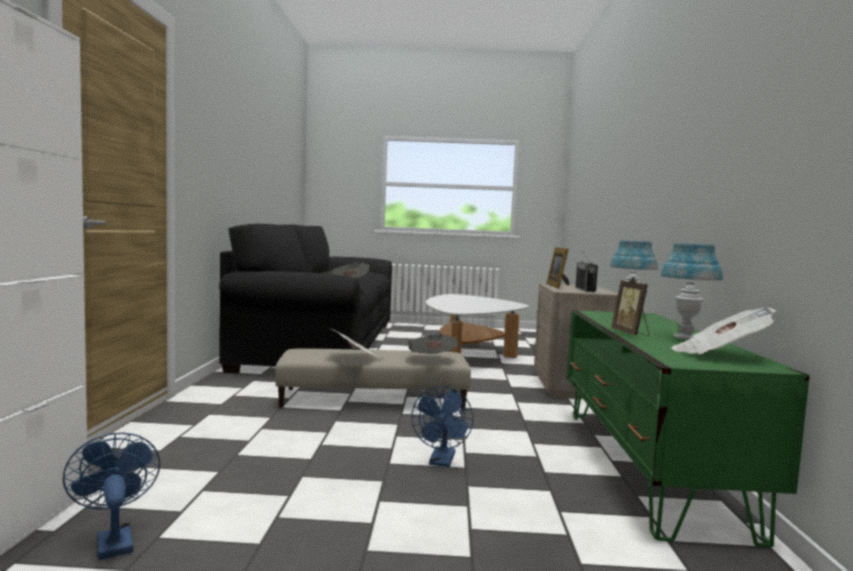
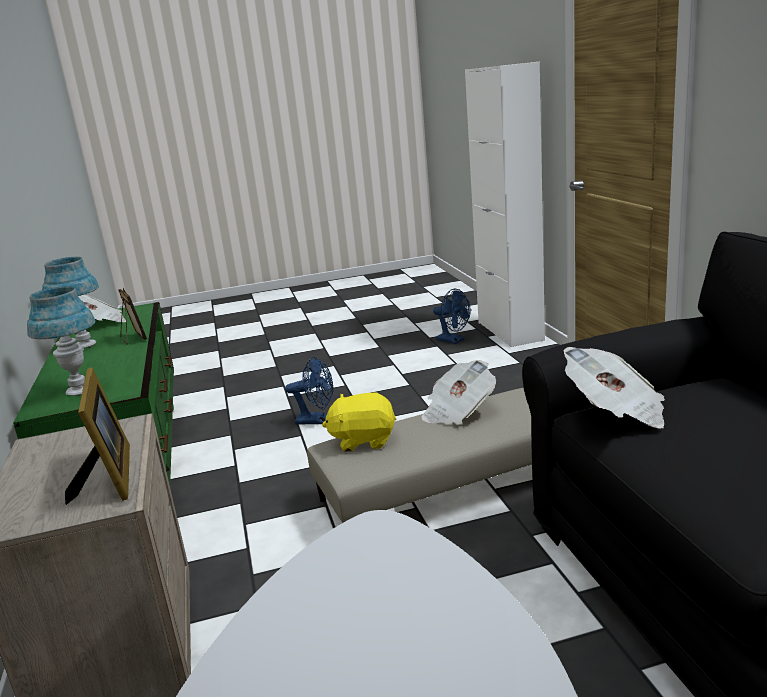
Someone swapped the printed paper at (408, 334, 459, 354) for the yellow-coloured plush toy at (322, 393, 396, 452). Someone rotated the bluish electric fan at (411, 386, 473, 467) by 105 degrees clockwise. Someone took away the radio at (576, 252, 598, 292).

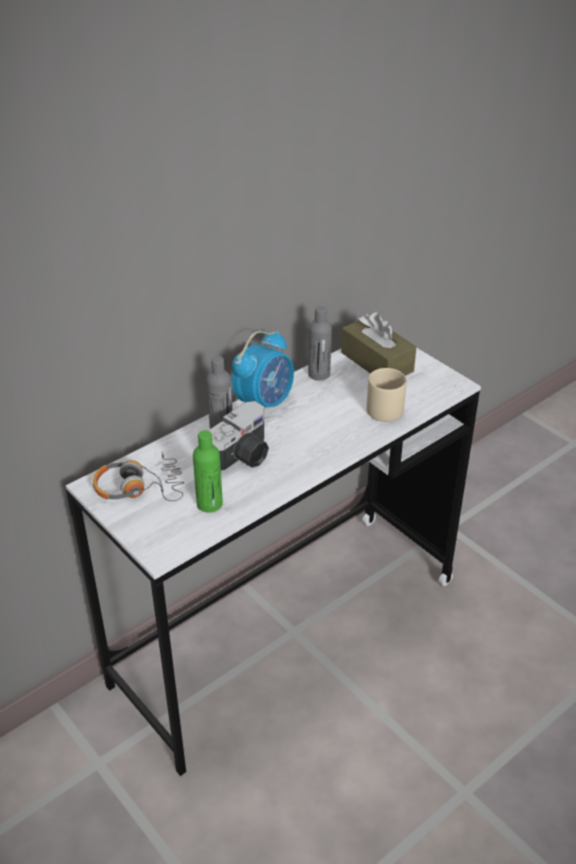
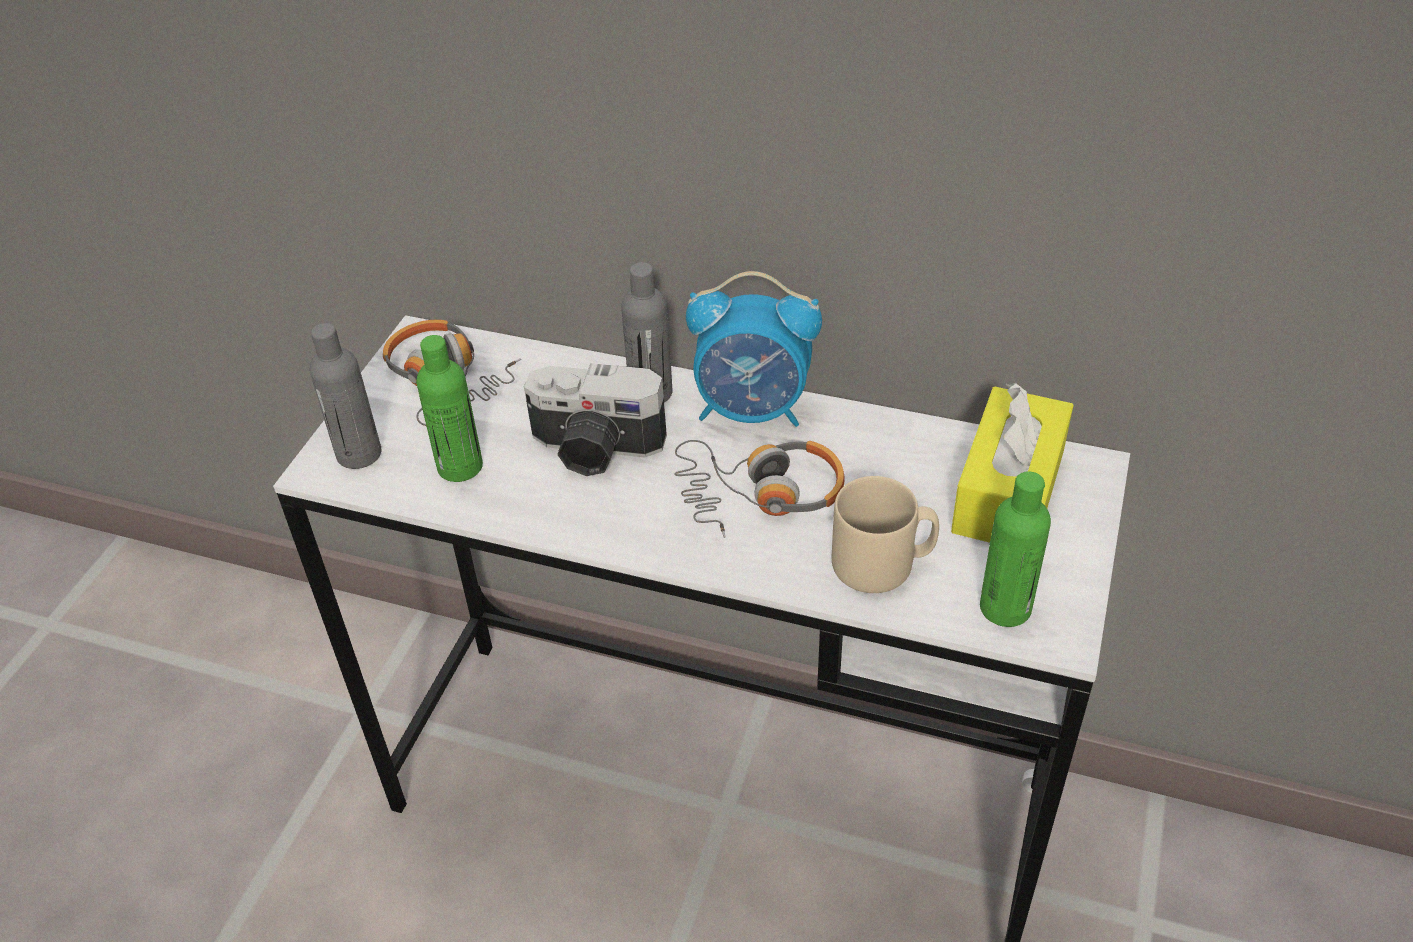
Someone carried the gray bottle from (308, 306, 332, 381) to (310, 323, 382, 469). Someone repainted the brownish tissue box at (341, 312, 416, 376), which became the yellow-coloured tissue box at (951, 383, 1074, 543). Someone put down the headphones at (674, 440, 845, 538). Someone put down the green bottle at (980, 471, 1051, 627).

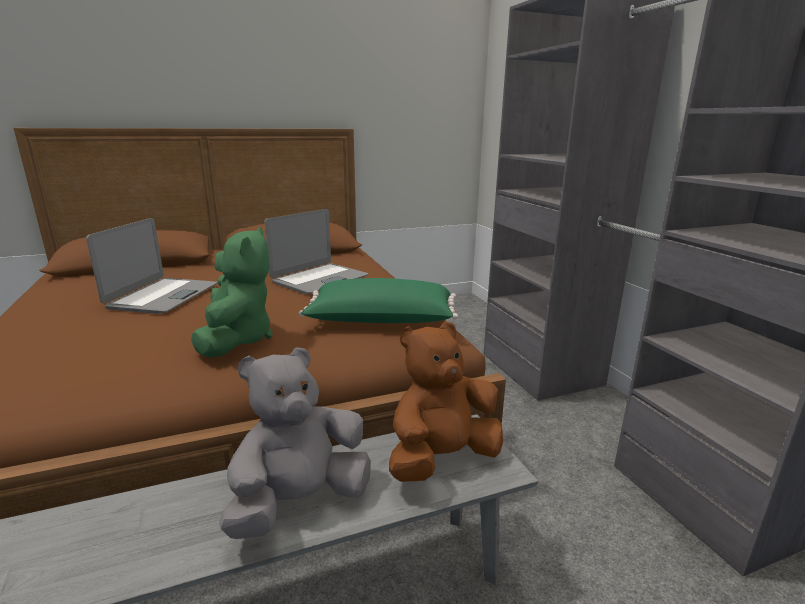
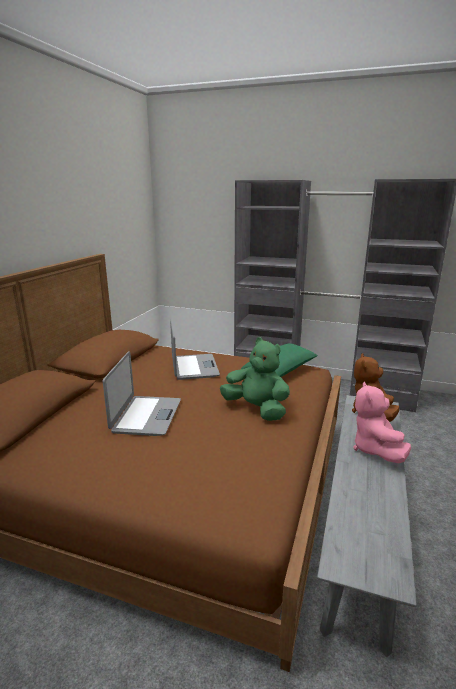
Someone rotated the laptop at (86, 218, 217, 314) by 45 degrees clockwise. Someone repainted the gray plush toy at (219, 347, 371, 539), which became the pink plush toy at (353, 381, 411, 463).

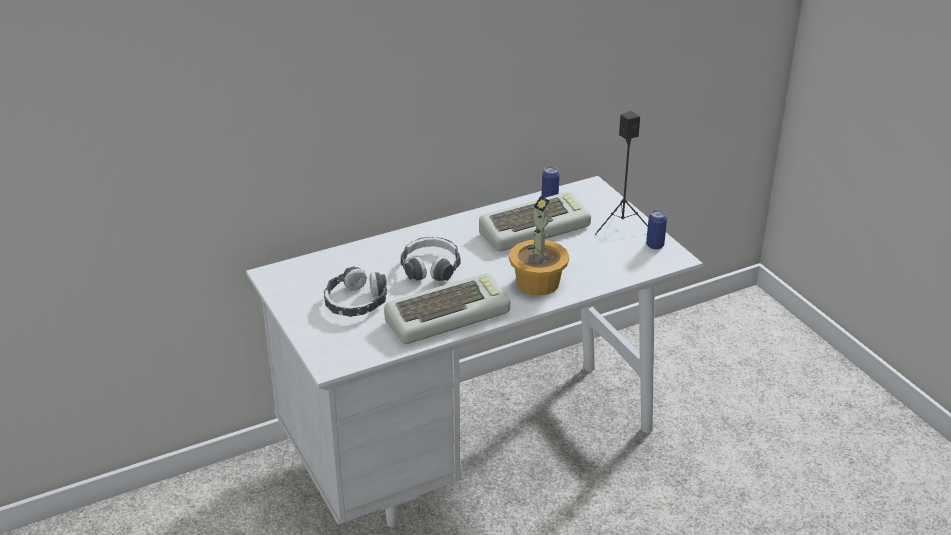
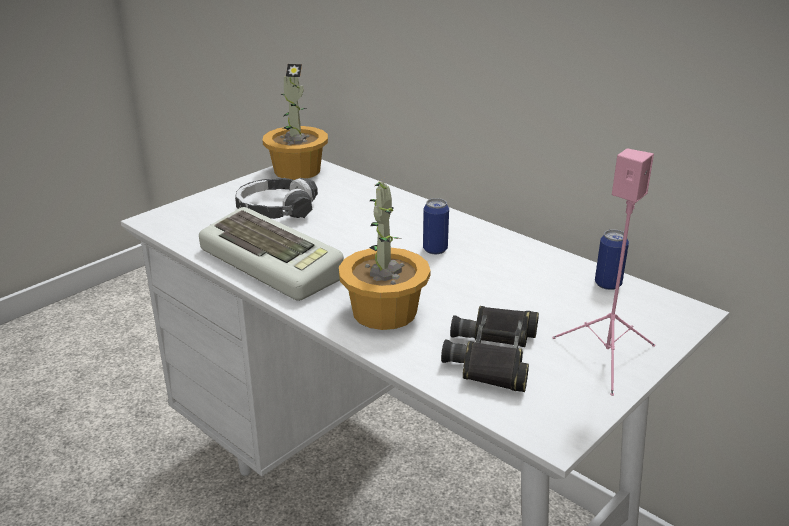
Someone took away the headphones at (401, 237, 461, 281). Someone took away the PC keyboard at (479, 192, 591, 252). Someone repainted the black-coloured loudspeaker at (595, 111, 648, 235), which became the pink loudspeaker at (552, 148, 655, 396). Someone carried the can from (646, 210, 667, 249) to (423, 198, 449, 254). Someone put down the plant in a pot at (262, 64, 328, 180). Someone put down the black-coloured field glasses at (441, 306, 539, 392).

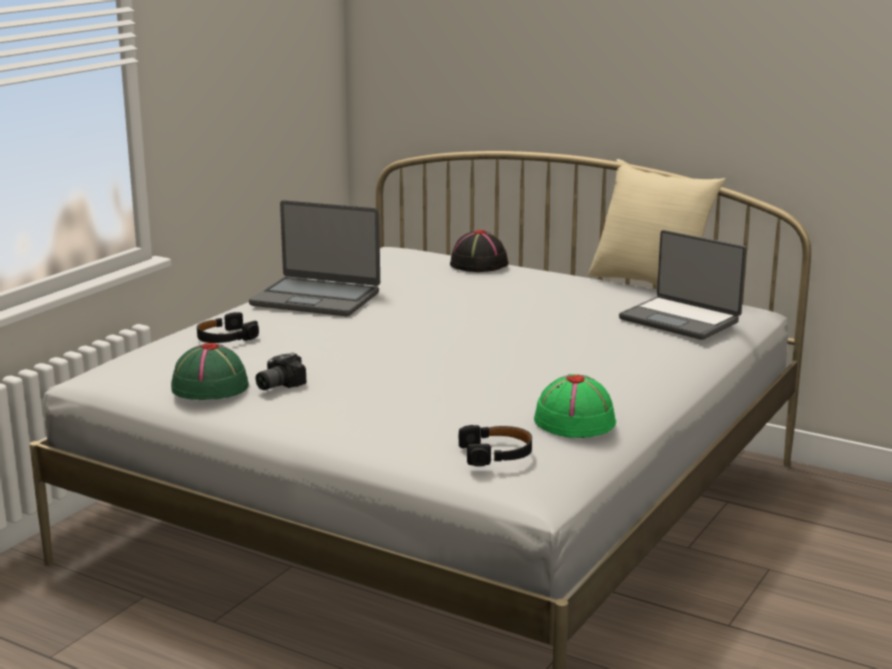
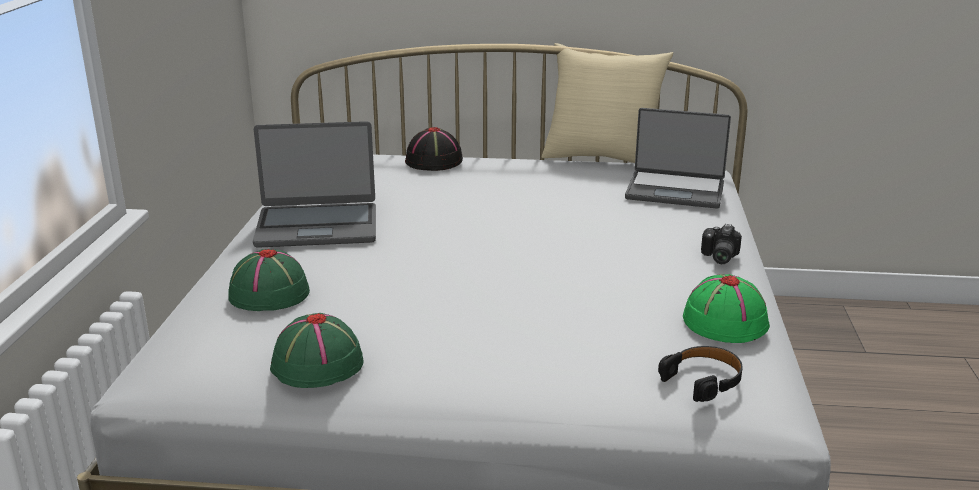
Someone swapped the black-coloured headphones at (197, 312, 259, 343) for the green hat at (228, 249, 310, 311). Someone carried the photo camera from (256, 352, 307, 390) to (701, 224, 742, 264).

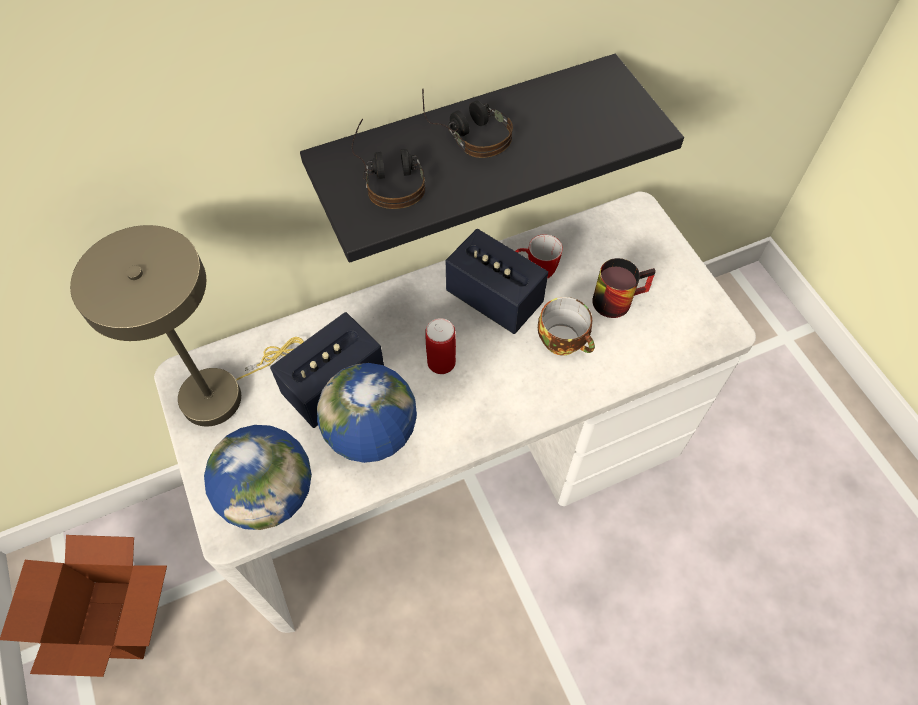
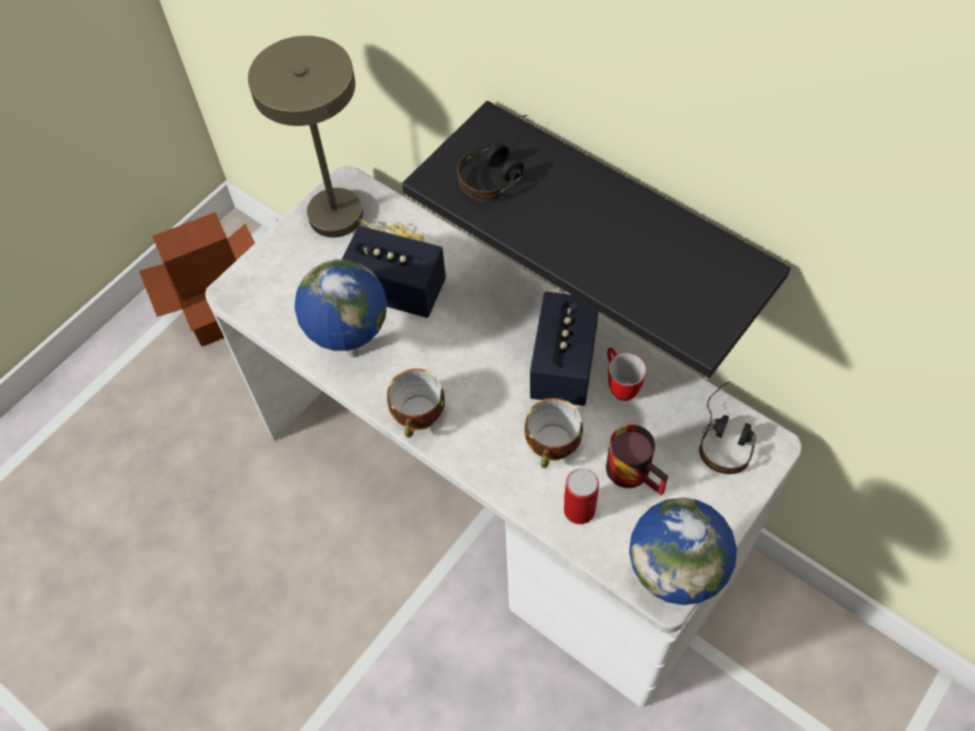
Someone carried the desk globe from (204, 425, 312, 530) to (629, 498, 737, 605). Someone carried the headphones from (422, 89, 513, 158) to (699, 381, 756, 474). Someone carried the can from (425, 318, 456, 374) to (564, 468, 599, 524). Someone put down the drinking cup at (387, 369, 445, 438).

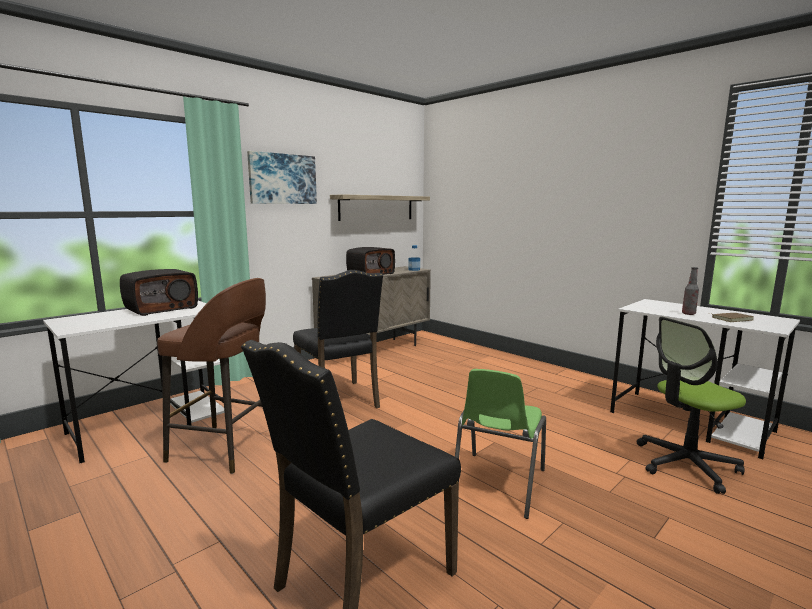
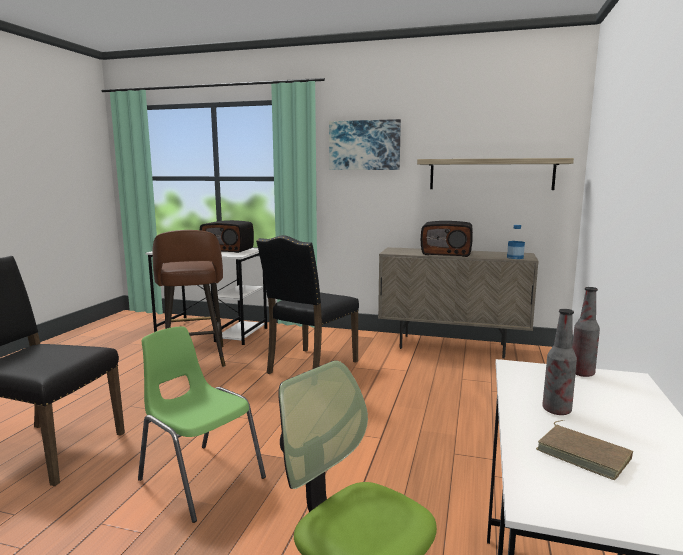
Someone rotated the green upright chair at (455, 369, 546, 519) by 45 degrees clockwise. Someone put down the bottle at (572, 287, 600, 377).

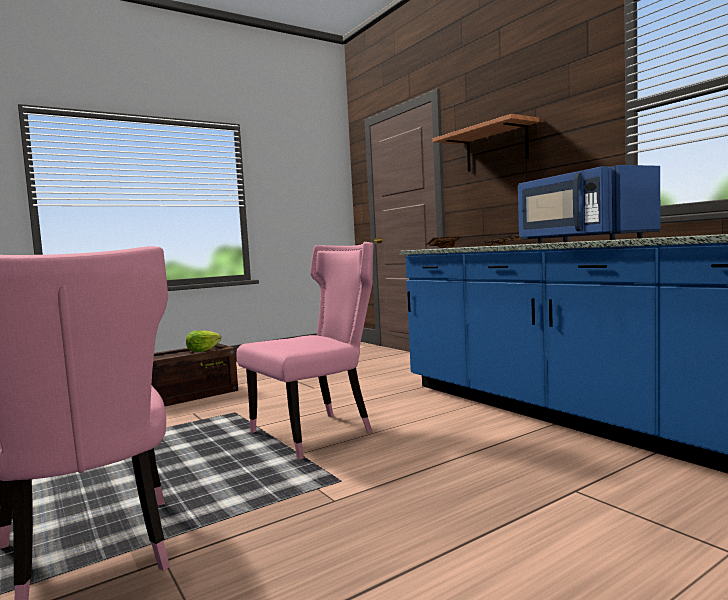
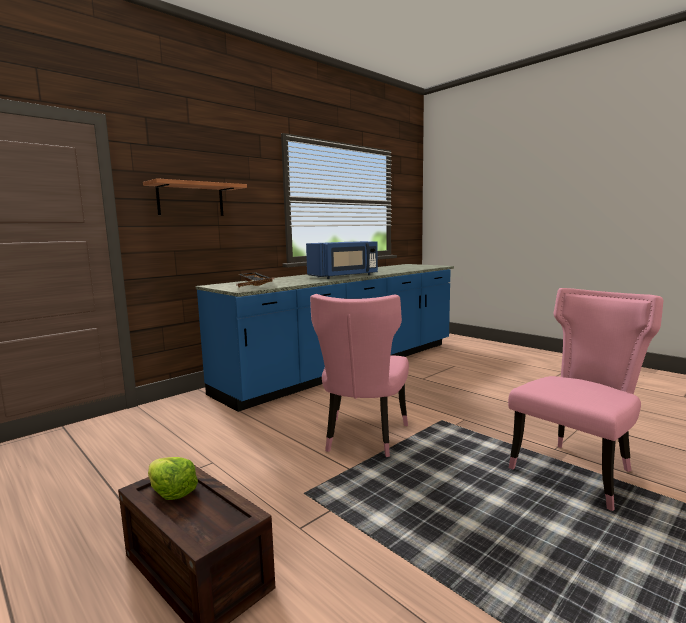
Someone rotated the pink upright chair at (236, 242, 374, 460) by 120 degrees counterclockwise.

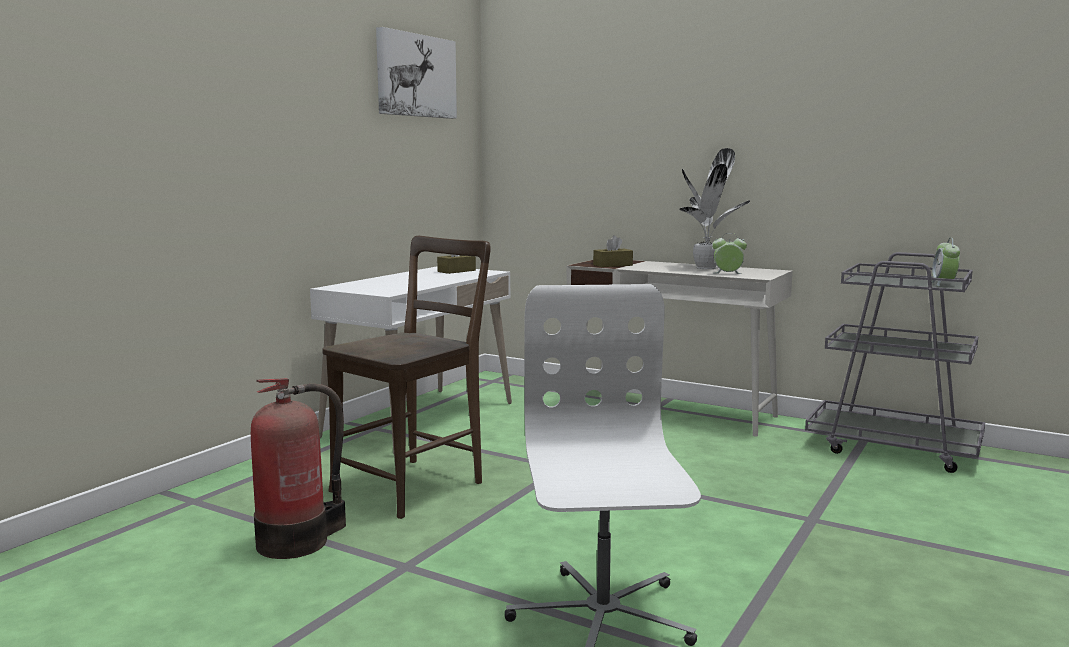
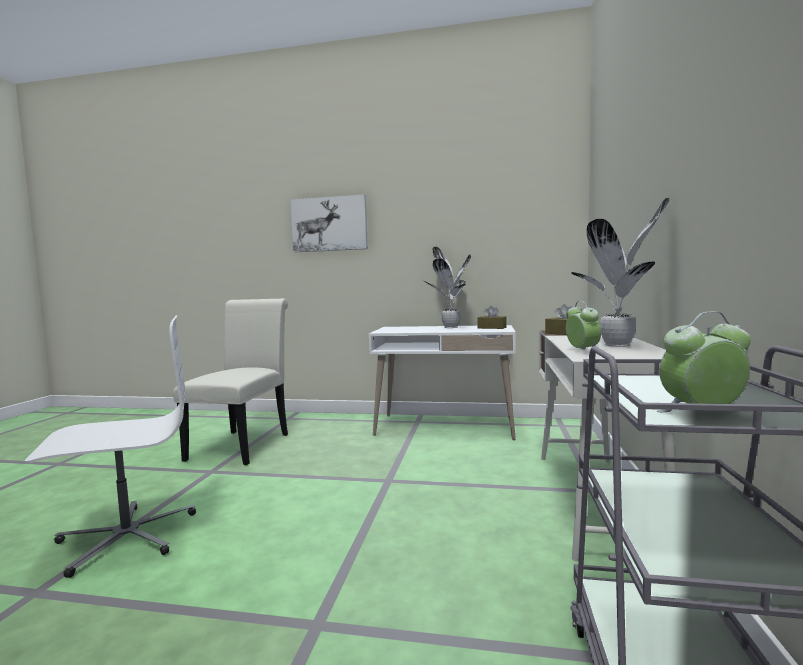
Someone swapped the fire extinguisher at (251, 378, 346, 559) for the whitish upright chair at (173, 299, 288, 465). Someone took away the brownish upright chair at (322, 236, 491, 519). Someone carried the picture from (376, 27, 457, 119) to (291, 194, 368, 252). Someone put down the plant in a pot at (423, 247, 471, 328).

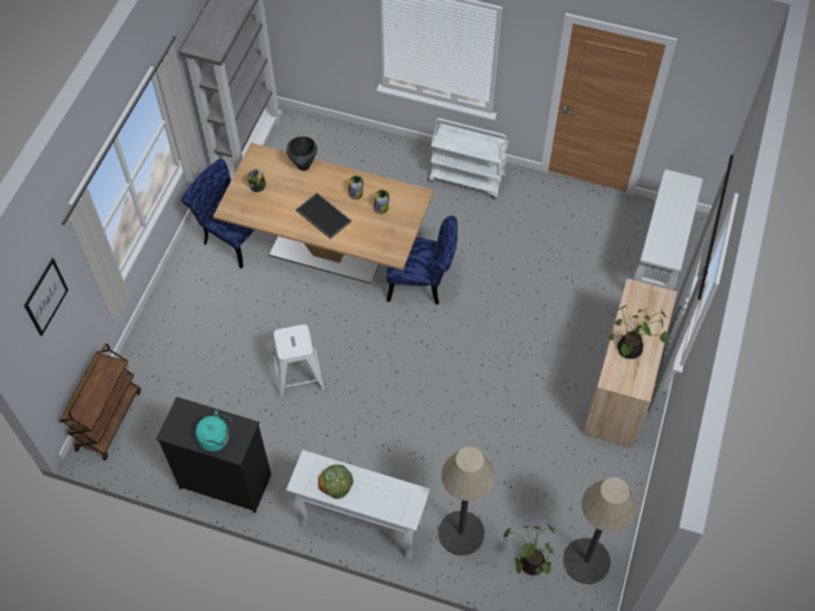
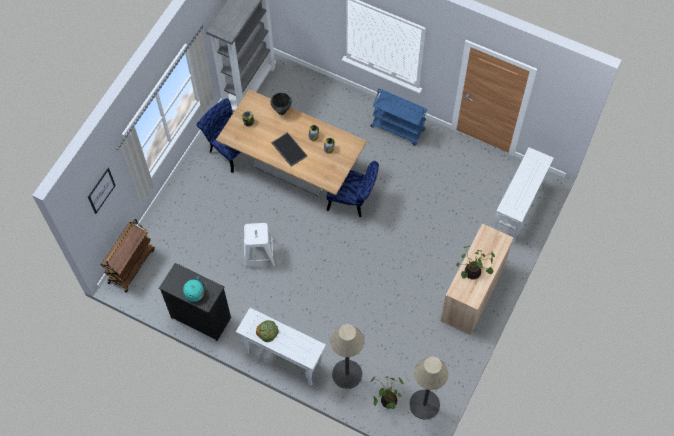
Someone repainted the whitish wheeled cart at (428, 118, 508, 199), which became the bluish wheeled cart at (370, 88, 427, 146).

